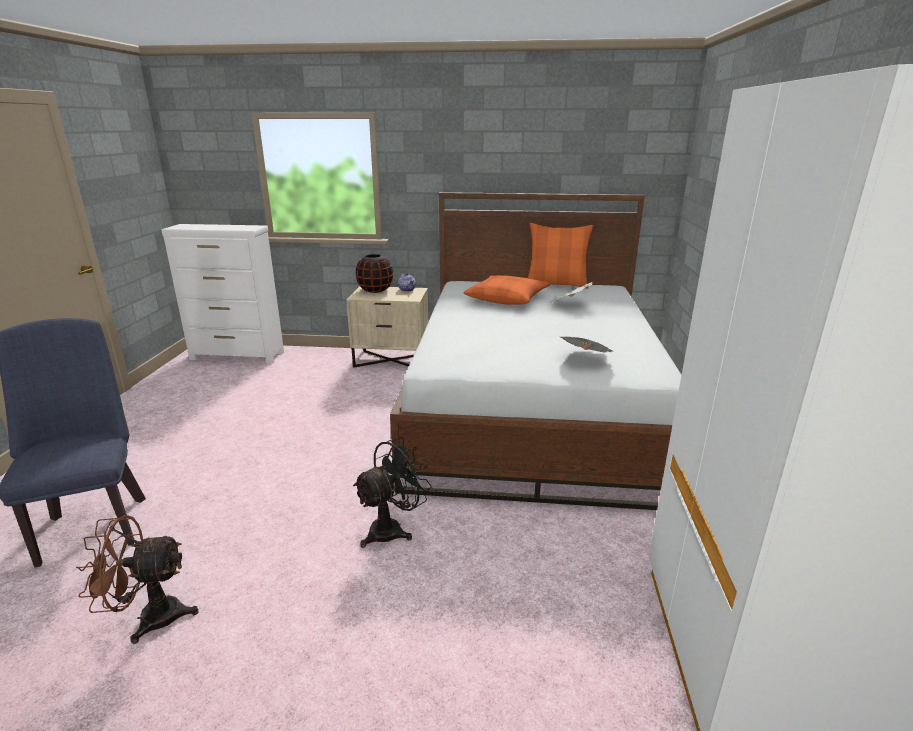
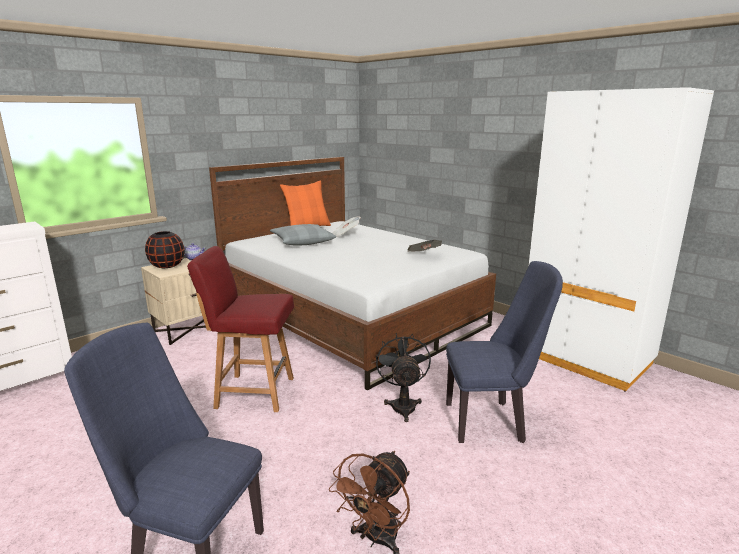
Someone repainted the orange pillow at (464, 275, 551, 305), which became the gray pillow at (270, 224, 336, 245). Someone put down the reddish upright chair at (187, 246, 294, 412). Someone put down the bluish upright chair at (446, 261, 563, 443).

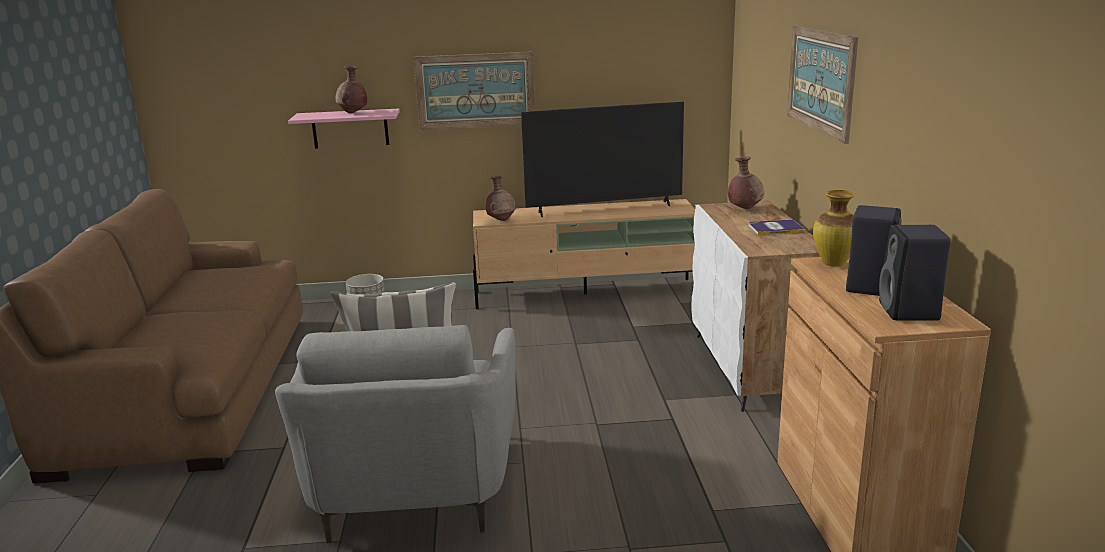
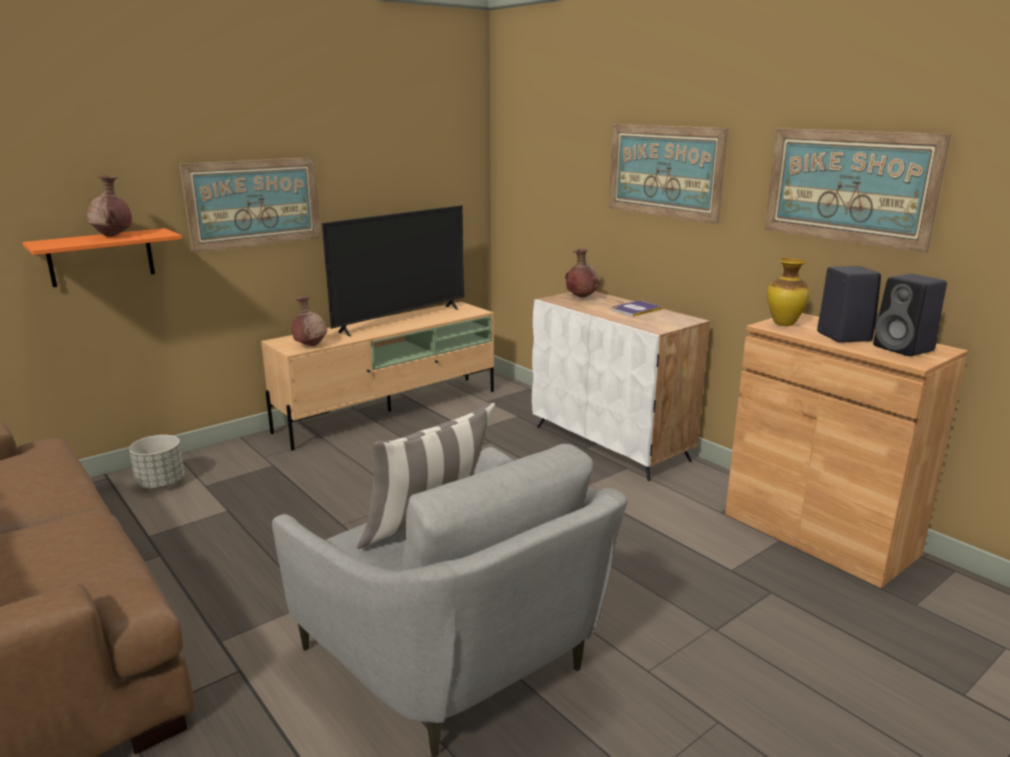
Someone repainted the pink bracket shelf at (288, 109, 400, 149), which became the orange bracket shelf at (22, 228, 182, 287). Someone put up the picture at (765, 128, 951, 253).

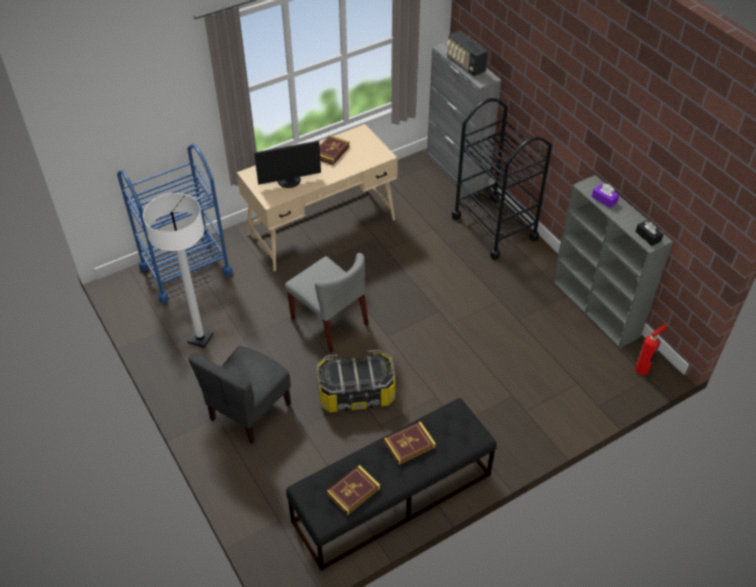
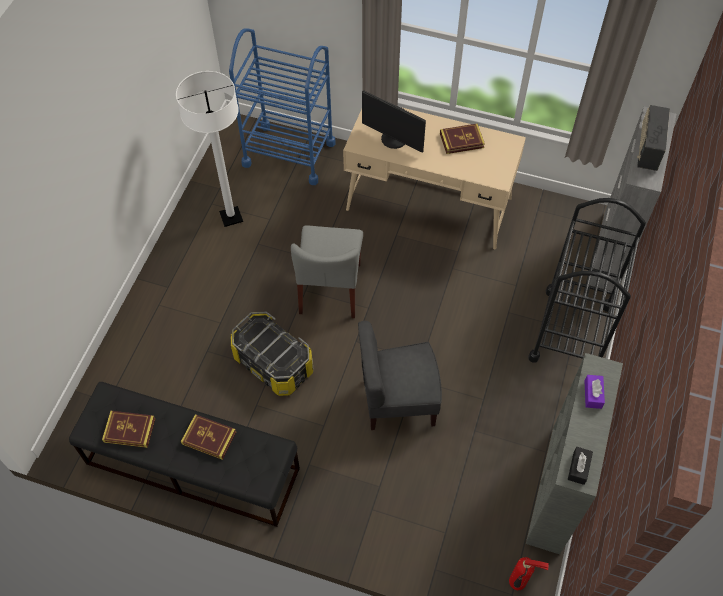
Someone carried the gray upright chair from (188, 346, 291, 443) to (358, 321, 442, 430).

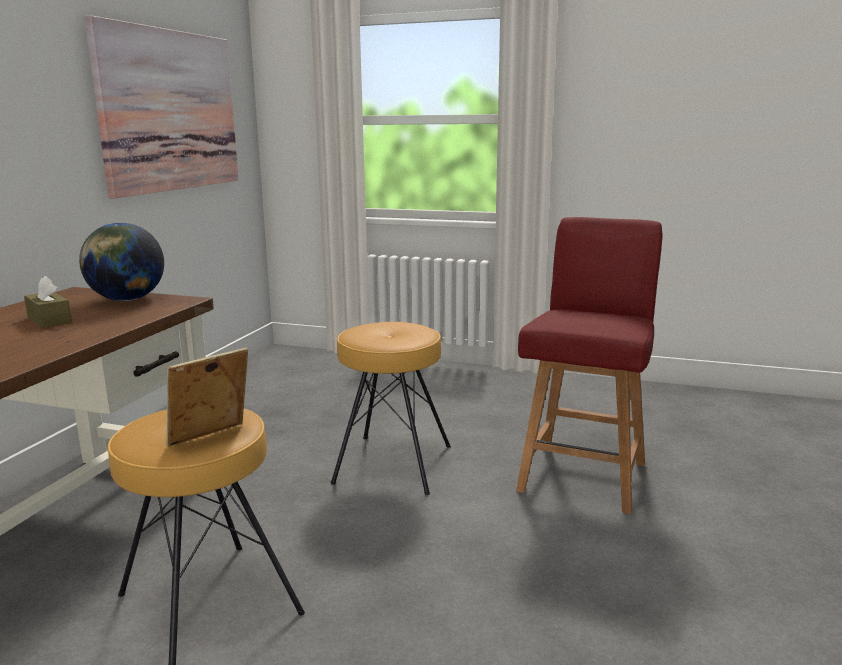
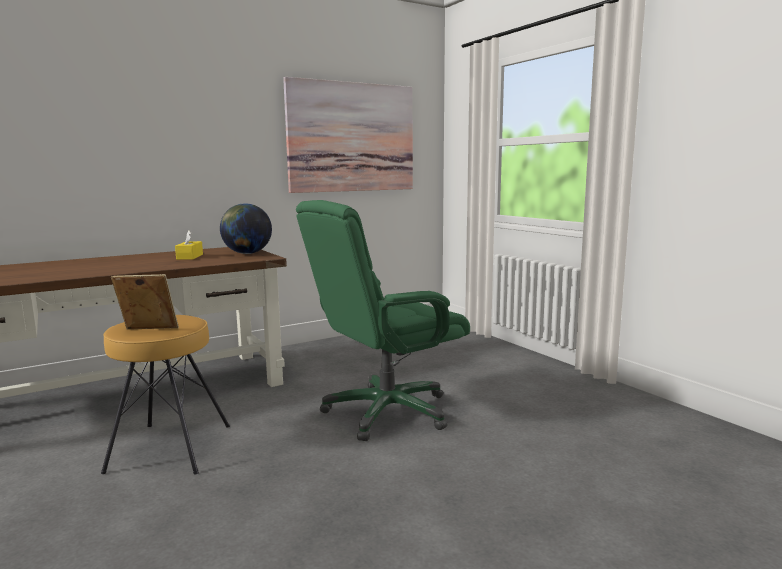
Someone repainted the brownish tissue box at (24, 276, 72, 328), which became the yellow-coloured tissue box at (175, 230, 203, 260). Someone swapped the brownish stool seat at (331, 322, 451, 495) for the green computer chair at (296, 200, 470, 441). Someone took away the reddish upright chair at (516, 217, 662, 514).

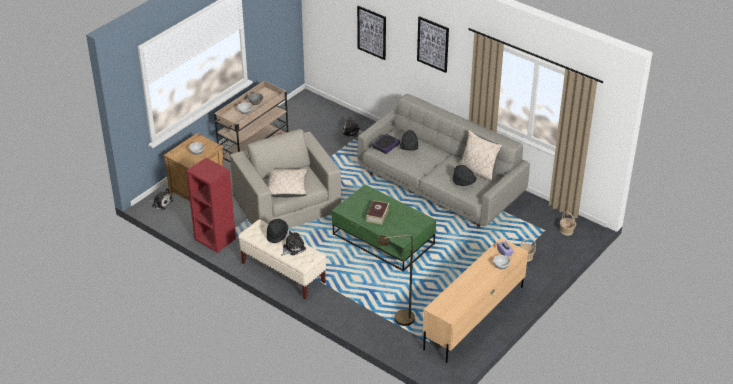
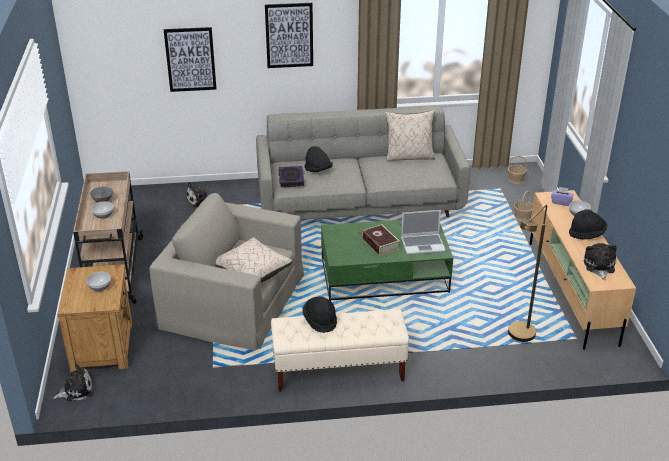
Someone took away the reddish shelving unit at (186, 158, 236, 253). Someone carried the plush toy from (281, 231, 306, 256) to (584, 243, 617, 280). Someone carried the black-coloured hat from (452, 165, 477, 186) to (569, 209, 607, 240). Someone put down the laptop at (401, 210, 446, 255).

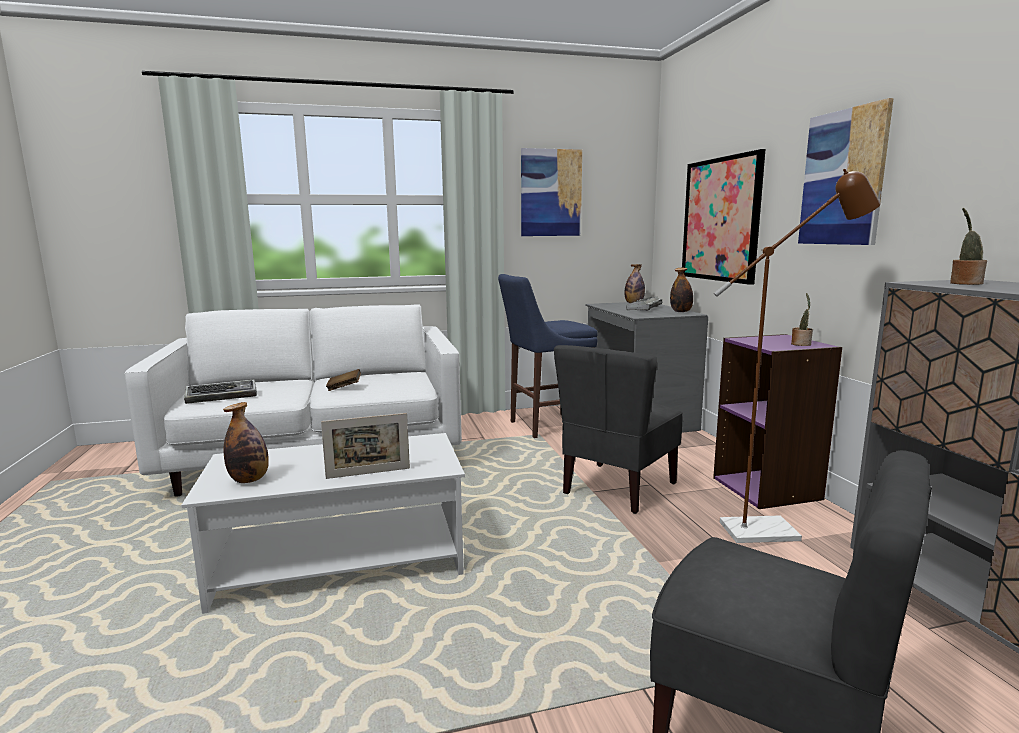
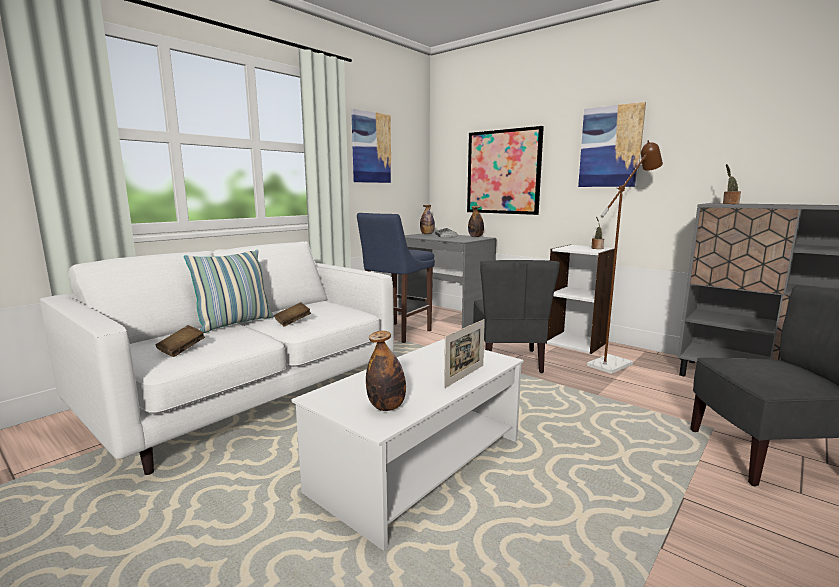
Someone swapped the PC keyboard at (184, 380, 257, 404) for the brownish book at (156, 325, 205, 357). Someone repainted the purple shelving unit at (713, 334, 842, 509), which became the whitish shelving unit at (545, 244, 617, 354). Someone put down the pillow at (184, 249, 274, 333).

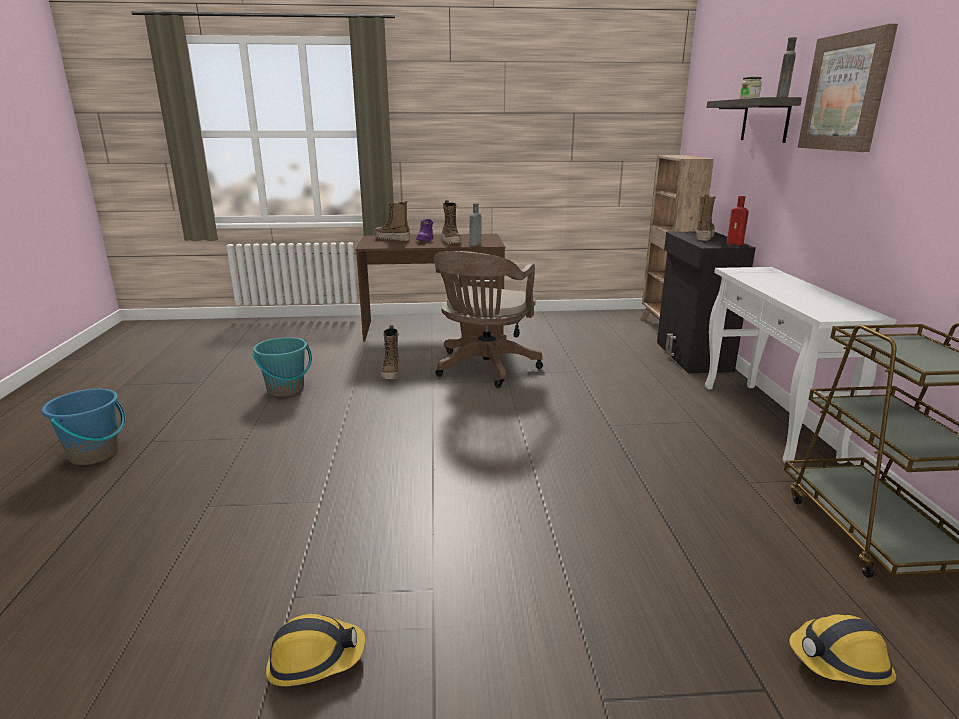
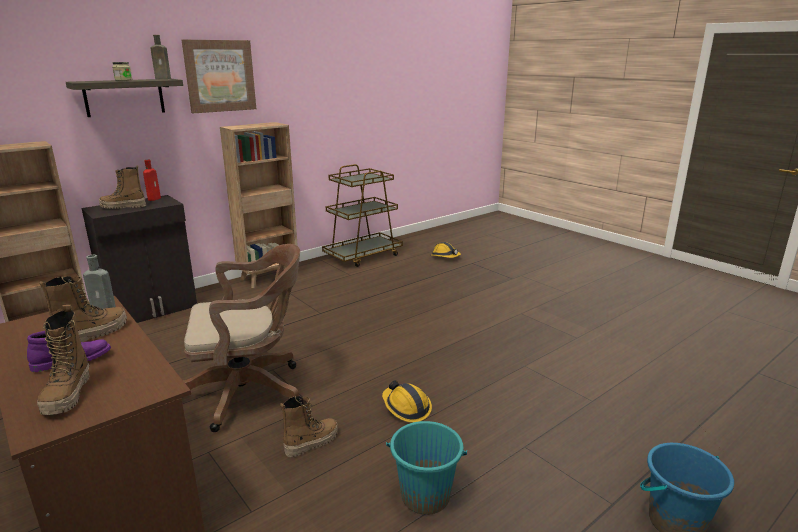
Someone carried the work helmet from (266, 614, 366, 686) to (382, 380, 432, 423). Someone swapped the whitish hall table at (705, 267, 896, 466) for the brownish shelving unit at (220, 122, 298, 288).

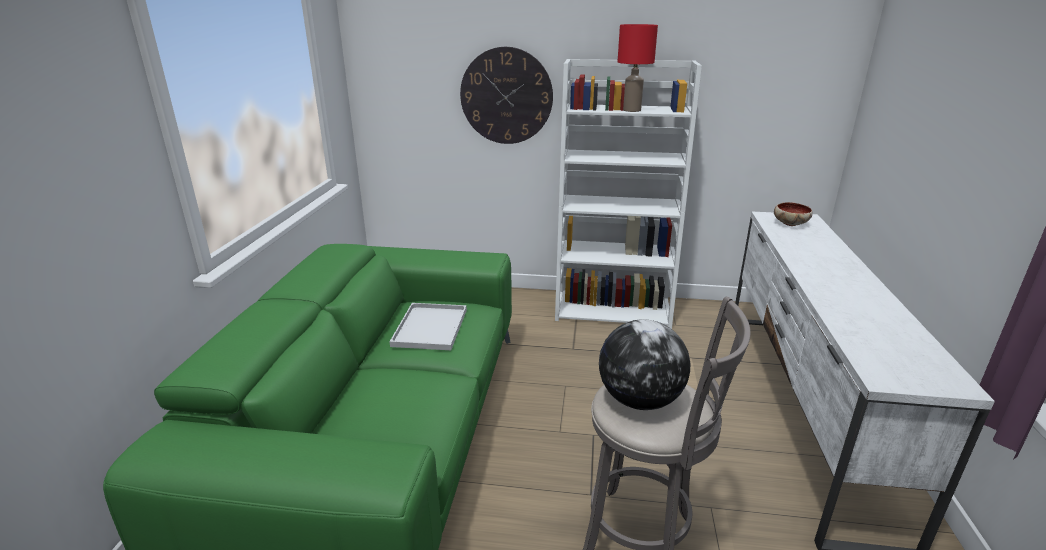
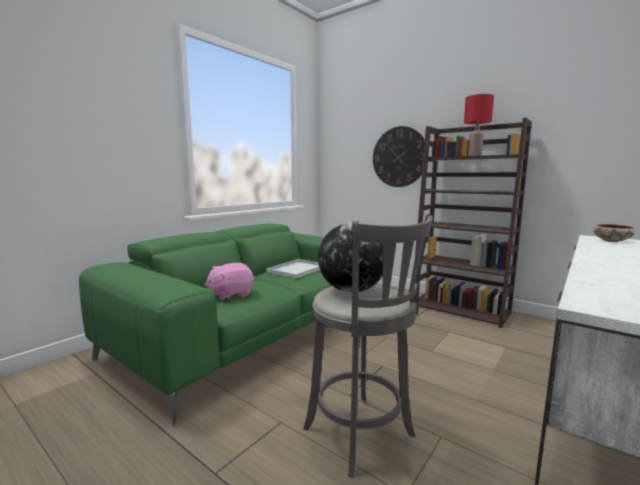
Someone repainted the whitish shelving unit at (555, 59, 702, 329), which became the brownish shelving unit at (415, 117, 532, 328). Someone put down the pink plush toy at (204, 263, 254, 301).

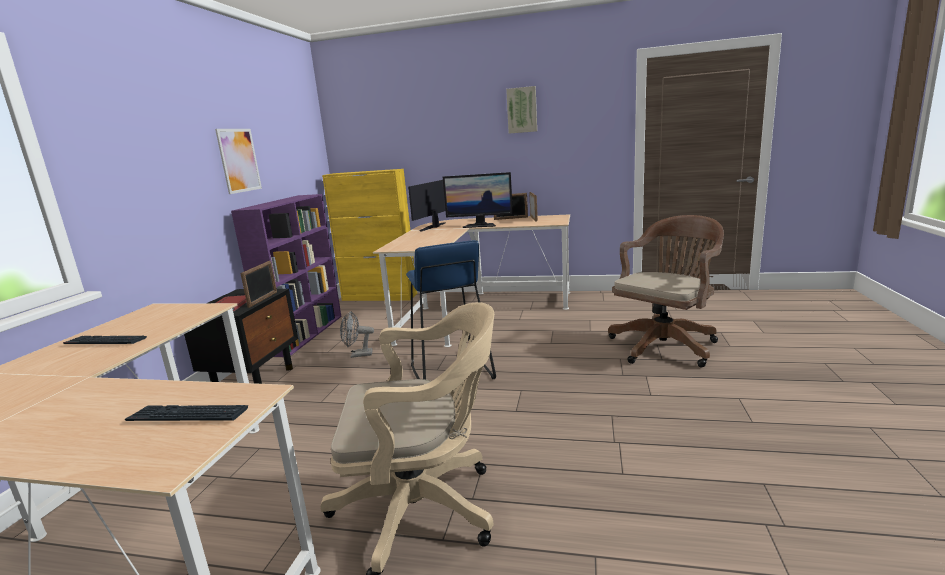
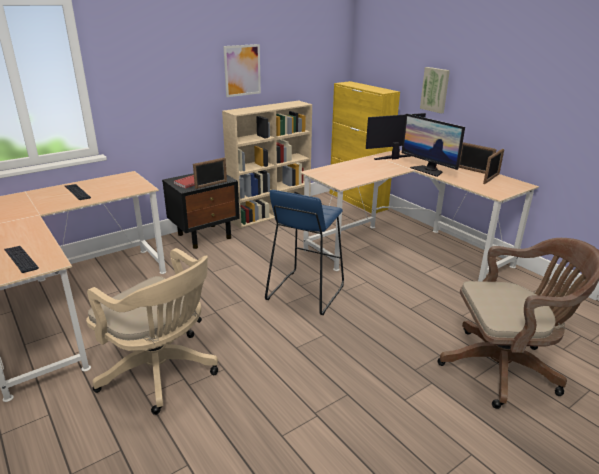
Someone repainted the purple shelving unit at (231, 194, 342, 357), which became the beige-coloured shelving unit at (222, 100, 312, 228). Someone took away the gray electric fan at (340, 311, 374, 358). Someone carried the picture from (506, 86, 537, 134) to (420, 67, 450, 113).

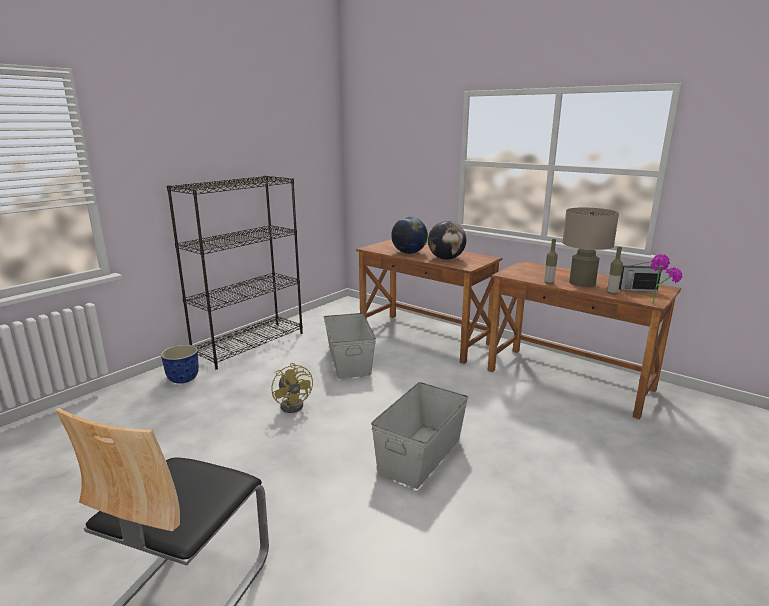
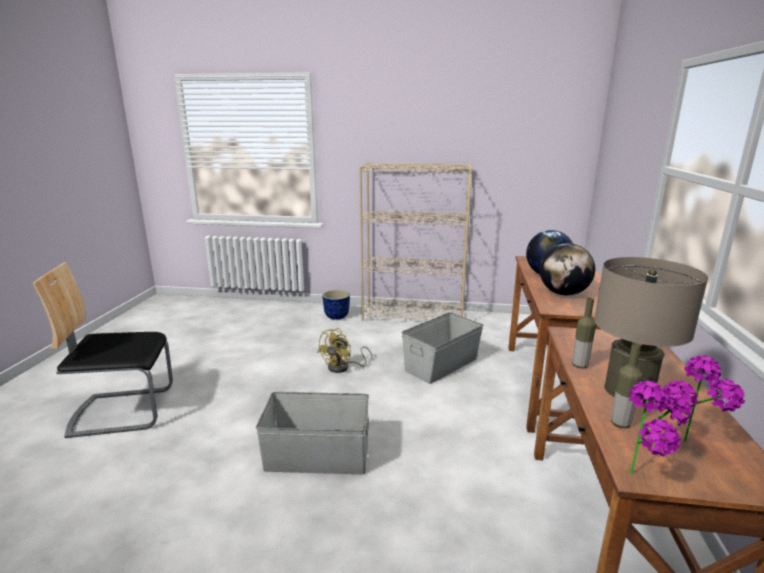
Someone repainted the black-coloured shelving unit at (167, 175, 303, 369), which became the beige-coloured shelving unit at (359, 163, 473, 321). Someone swapped the radio at (619, 262, 661, 292) for the plant in a pot at (664, 355, 745, 442).

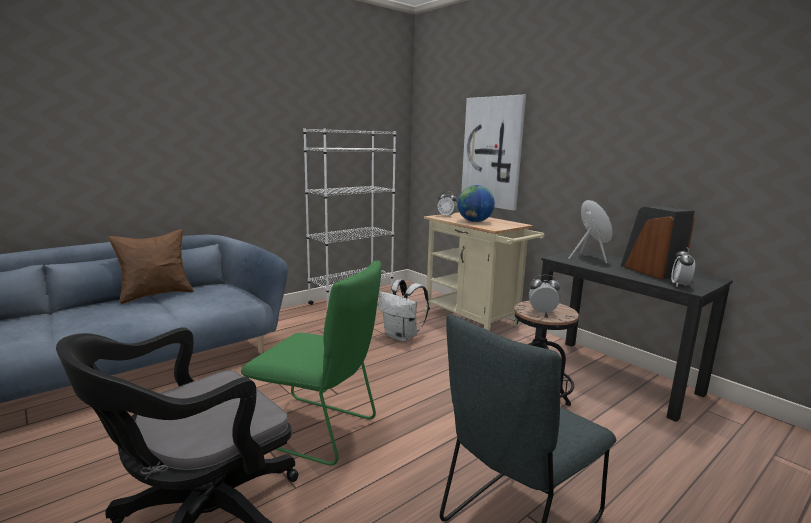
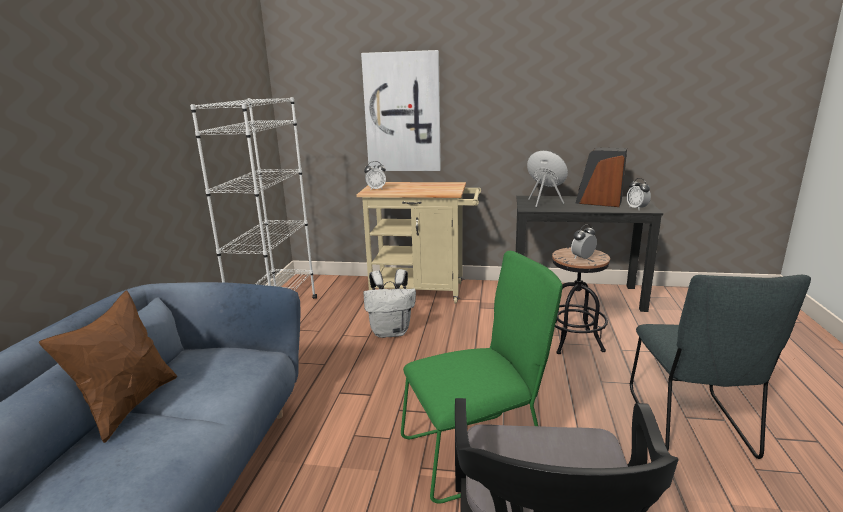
Someone took away the desk globe at (458, 185, 495, 222).

